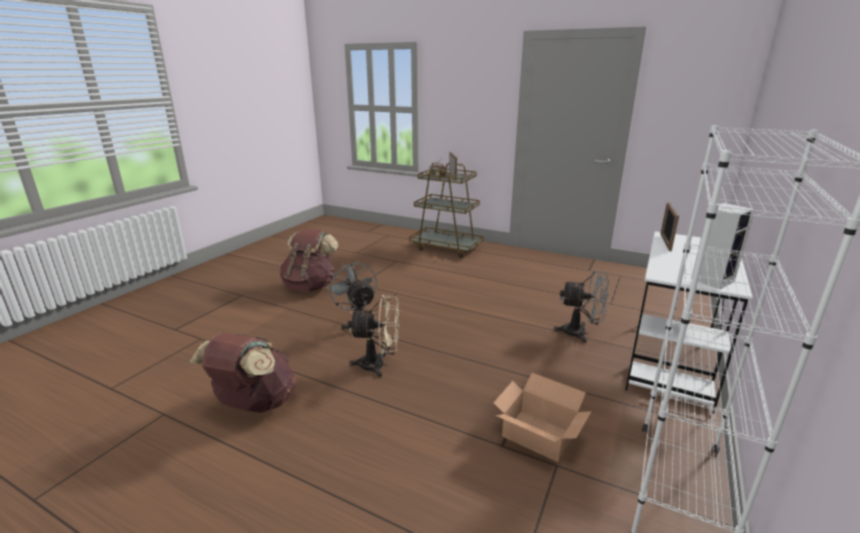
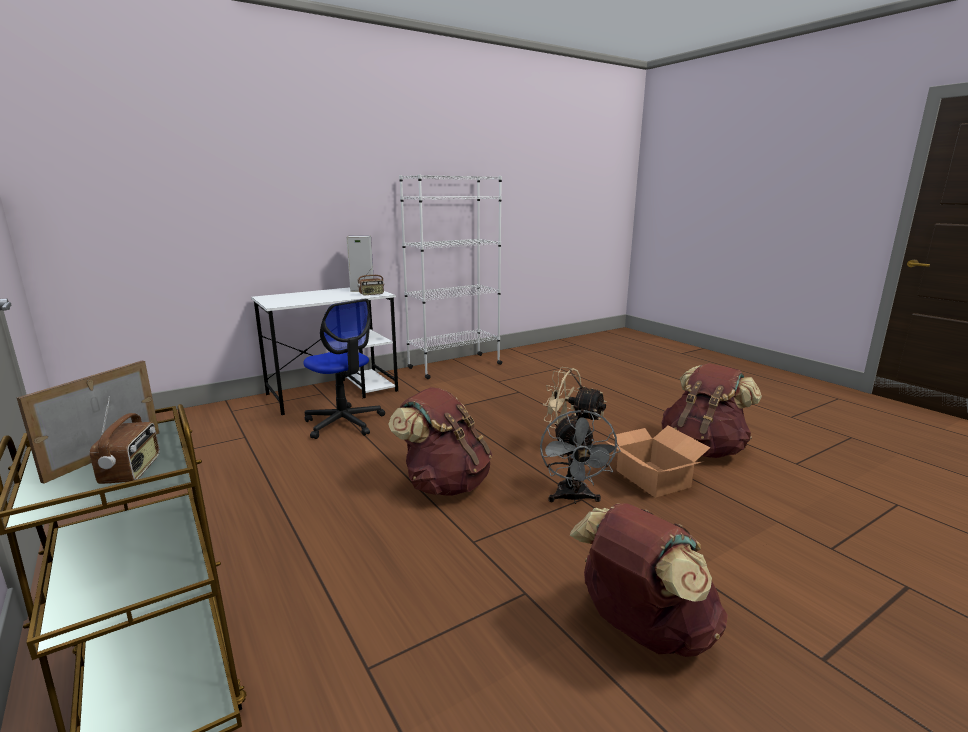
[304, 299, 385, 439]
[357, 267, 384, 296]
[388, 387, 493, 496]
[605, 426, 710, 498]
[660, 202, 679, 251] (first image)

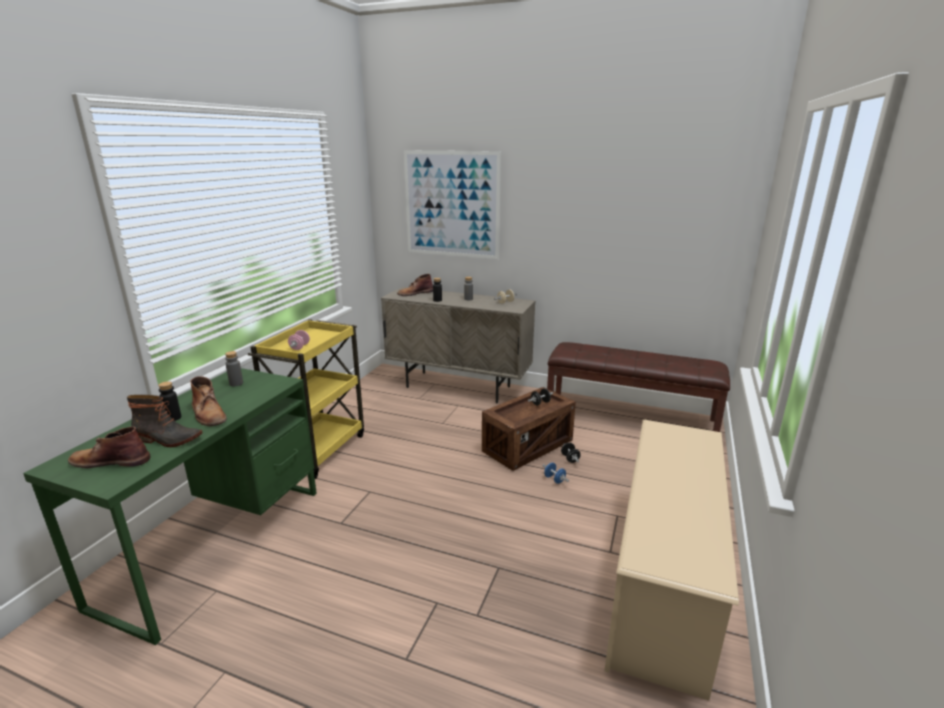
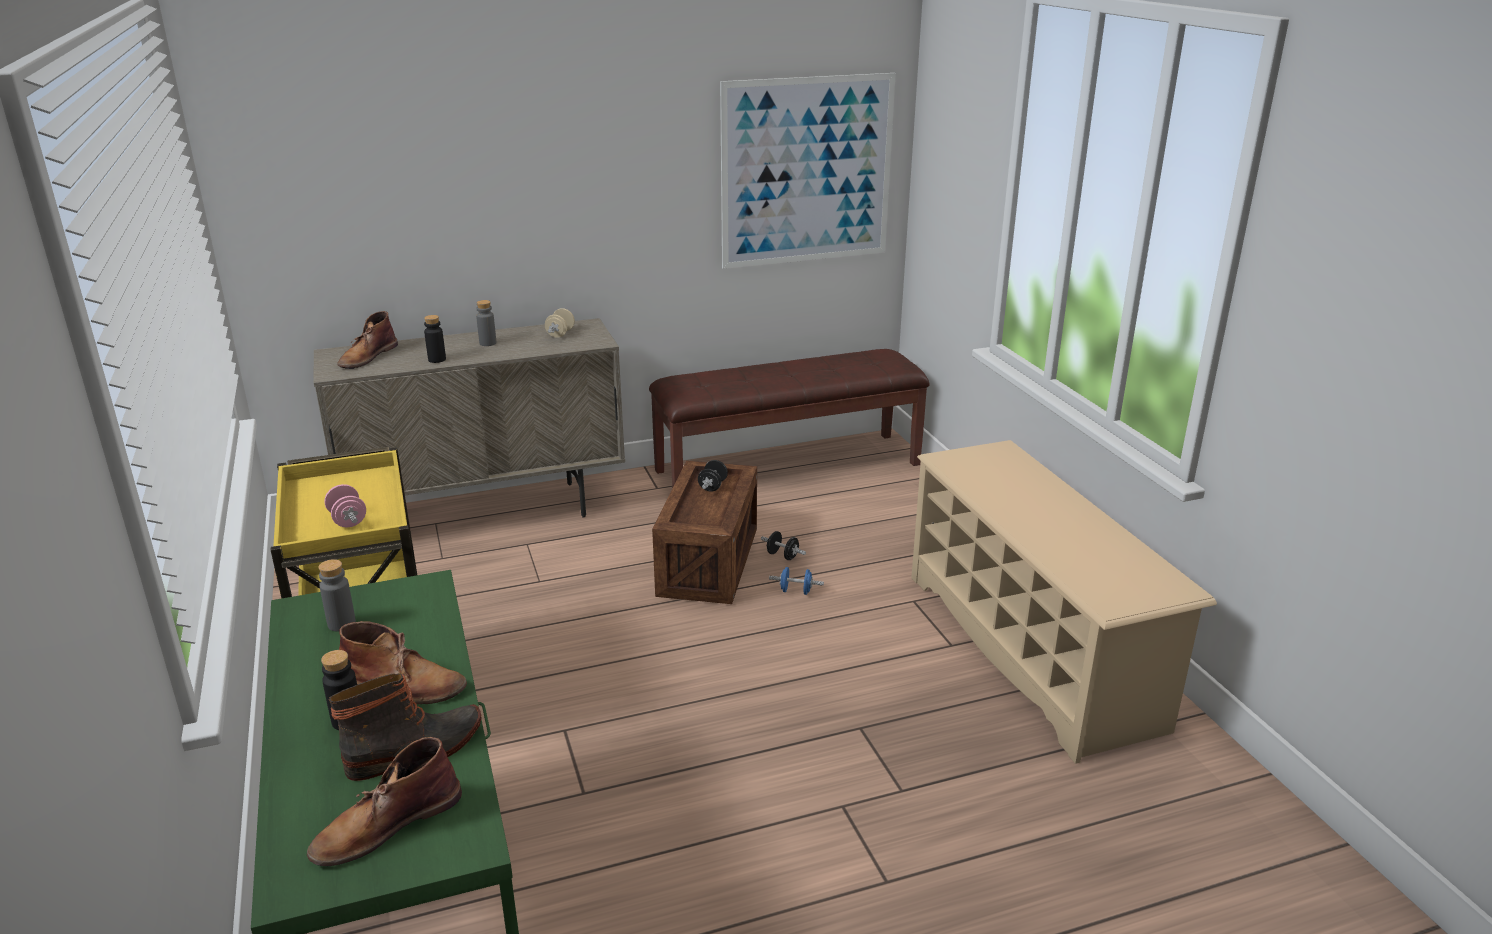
[720, 73, 896, 269]

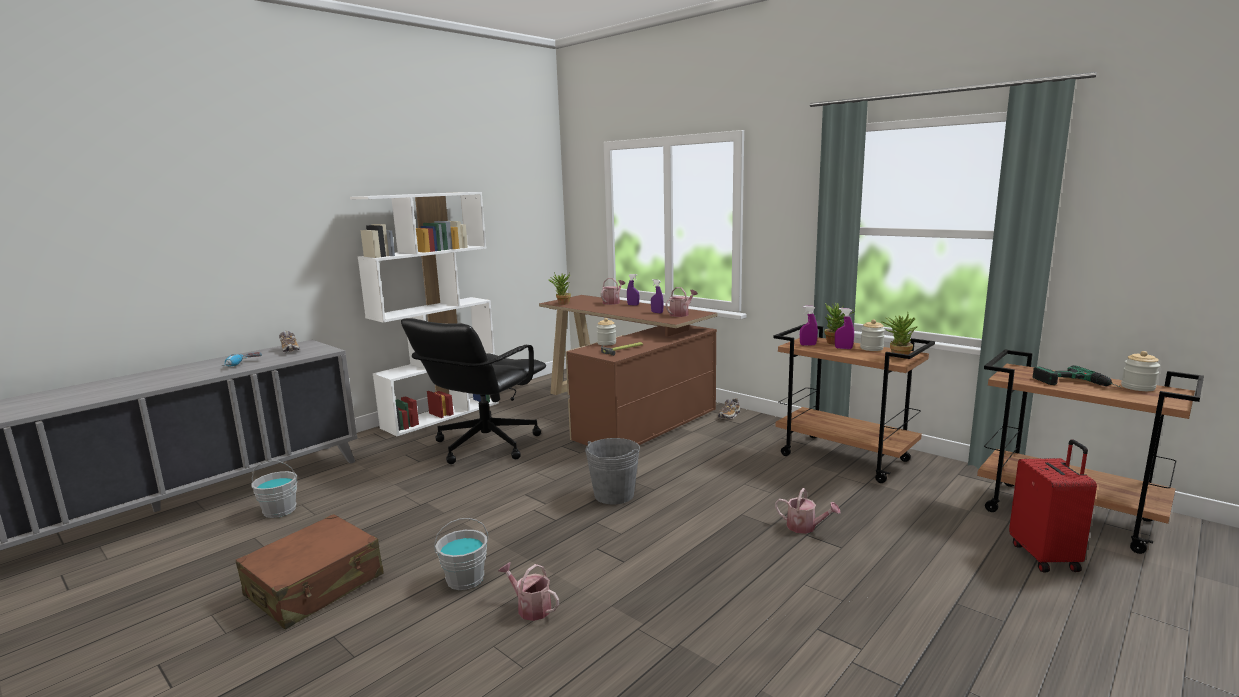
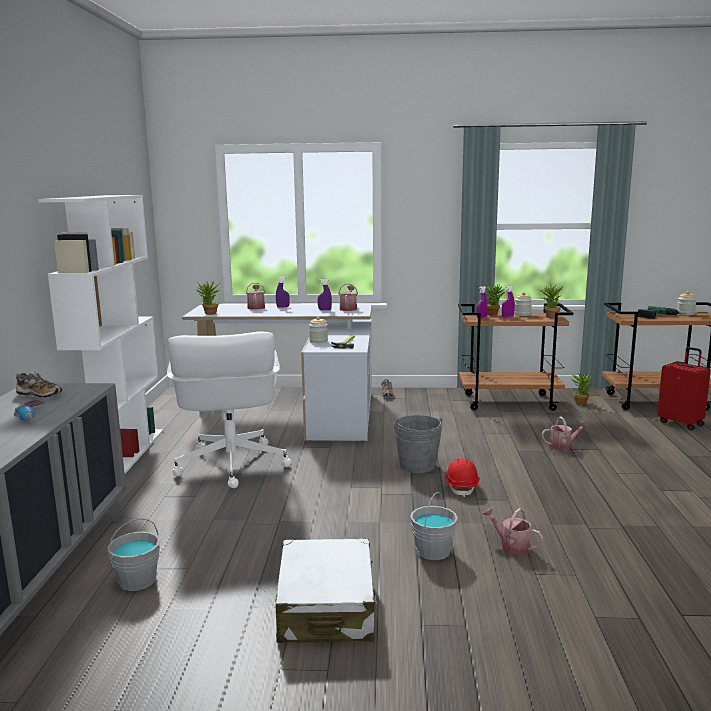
[167, 332, 291, 488]
[182, 304, 372, 441]
[276, 539, 378, 643]
[445, 458, 479, 497]
[482, 507, 543, 555]
[571, 373, 594, 404]

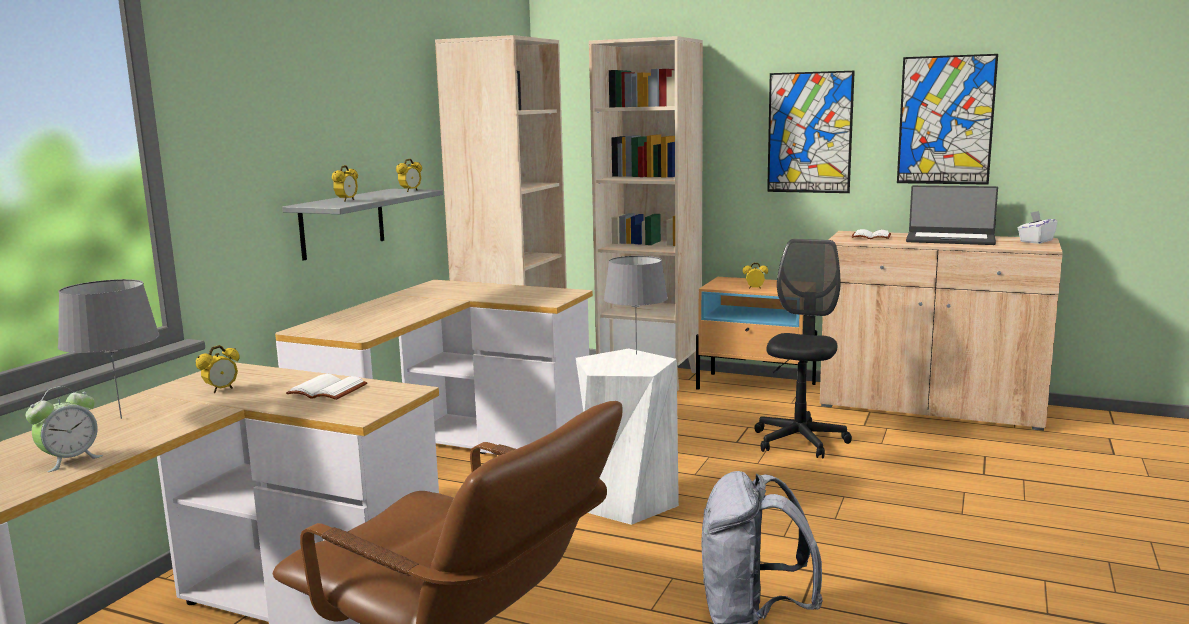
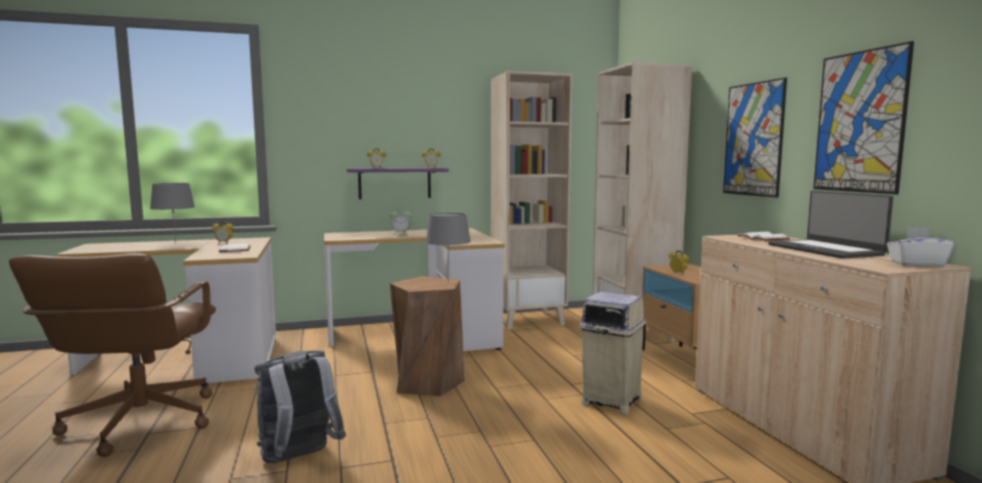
[346, 168, 449, 199]
[390, 211, 412, 235]
[390, 276, 465, 396]
[579, 292, 646, 415]

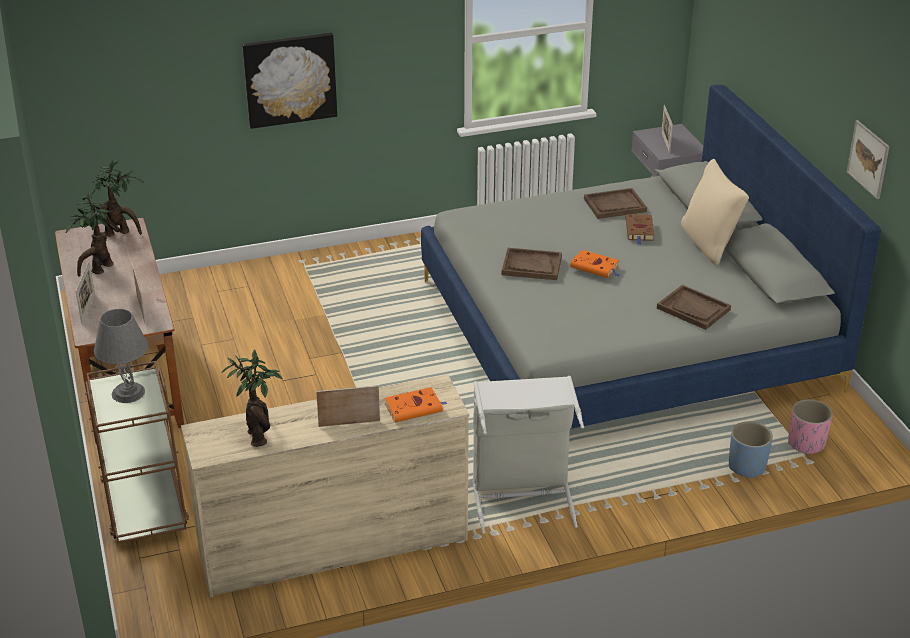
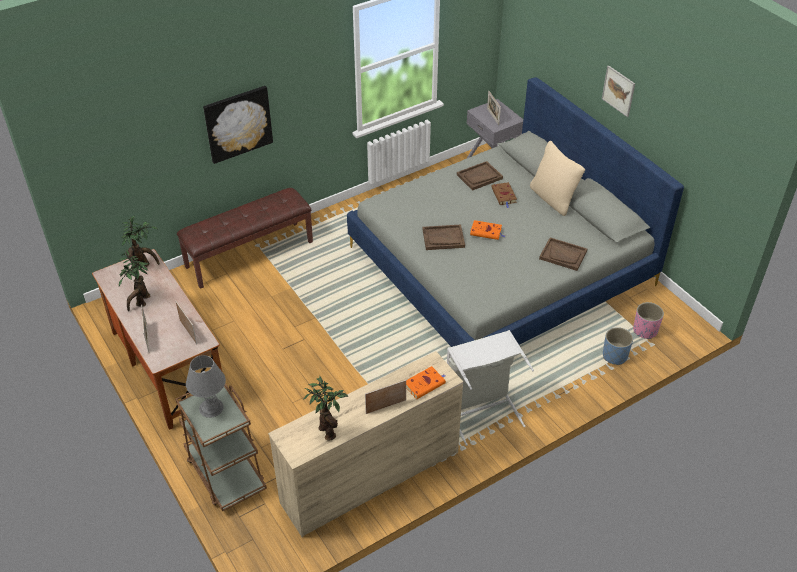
[177, 188, 313, 289]
[602, 66, 635, 117]

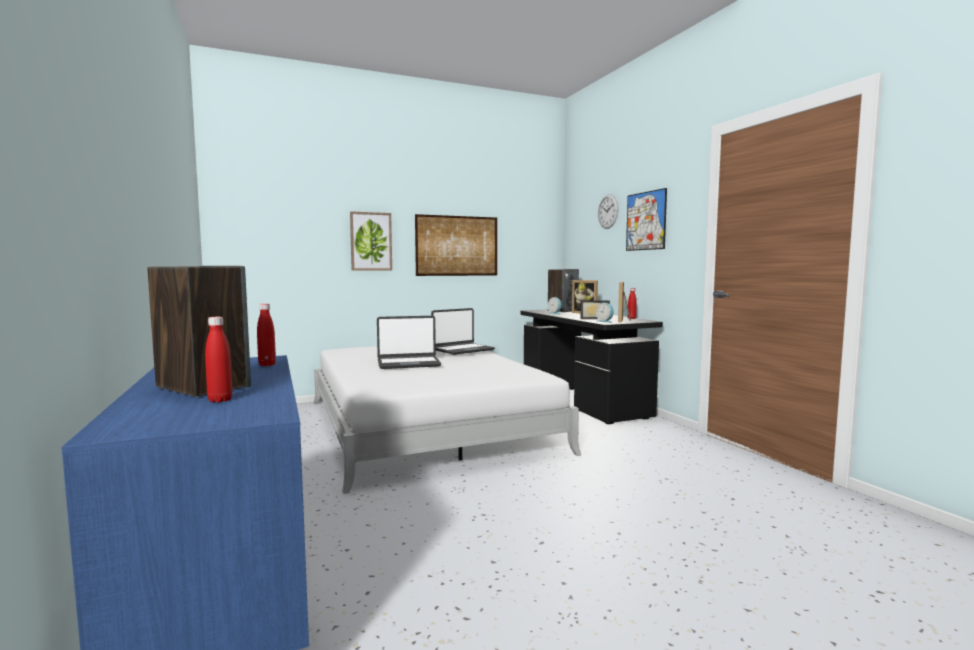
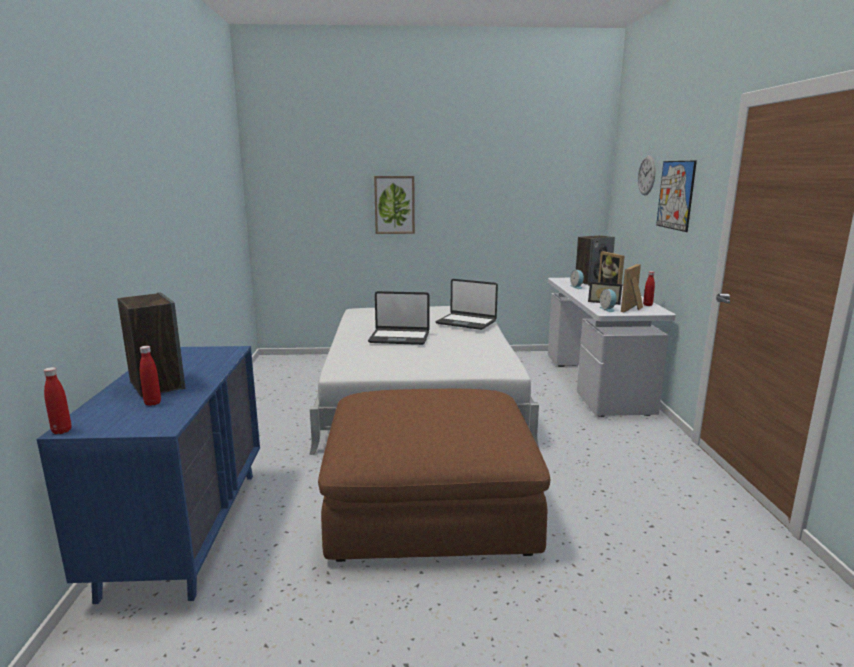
[43, 367, 71, 434]
[318, 388, 550, 562]
[436, 279, 498, 330]
[548, 278, 676, 417]
[415, 214, 497, 276] (first image)

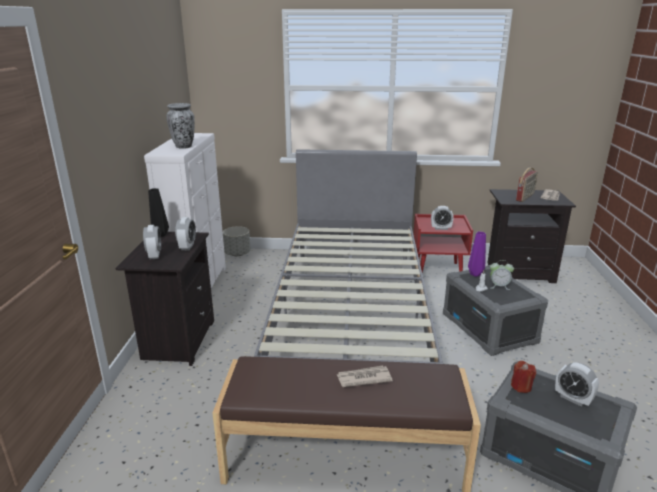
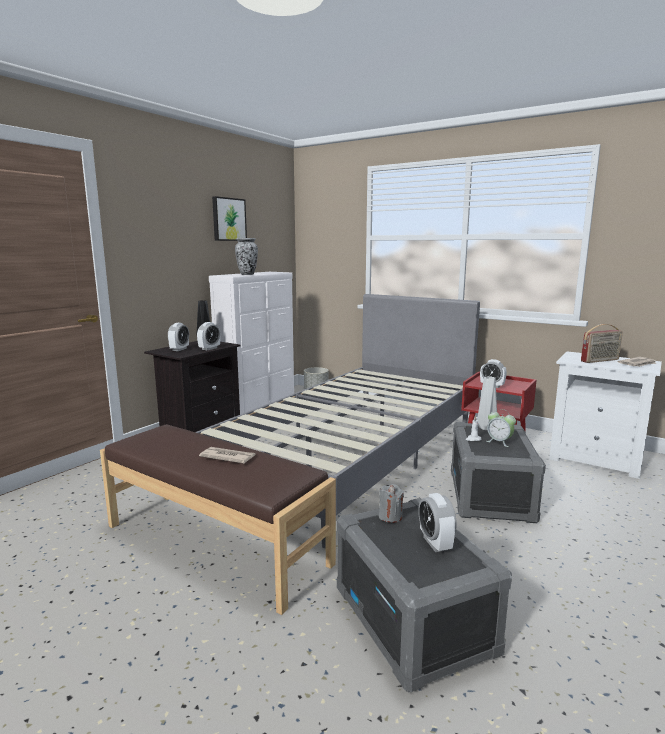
[212, 196, 247, 241]
[379, 484, 404, 523]
[477, 376, 497, 430]
[549, 351, 662, 479]

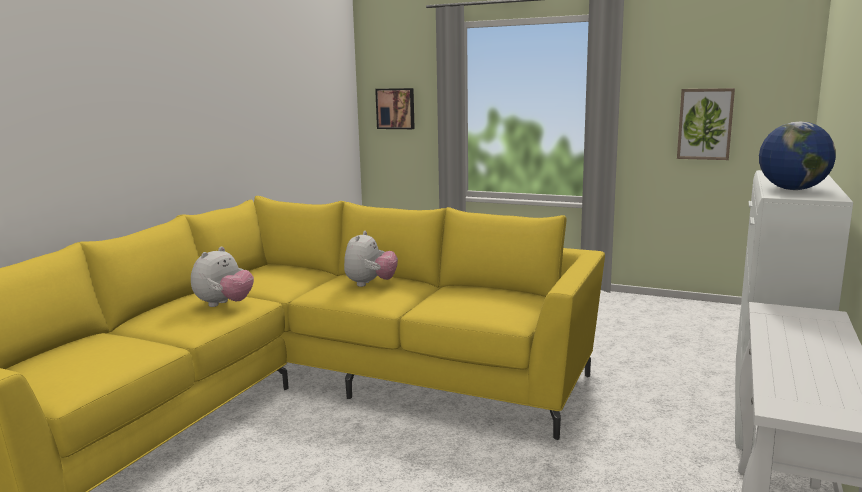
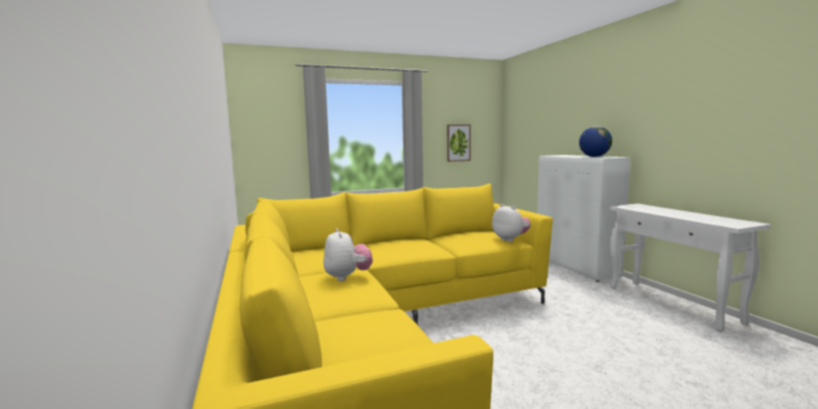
[492, 204, 531, 242]
[375, 88, 415, 129] (first image)

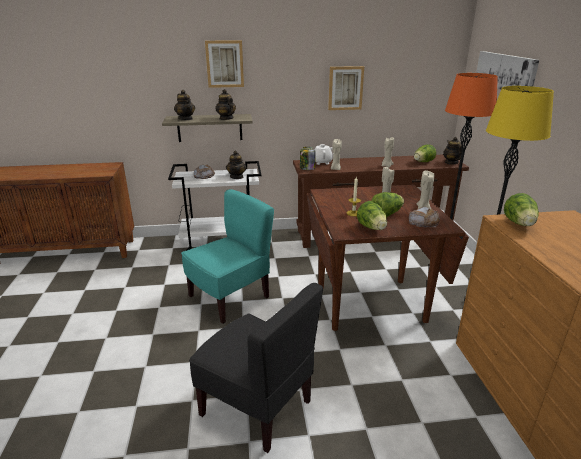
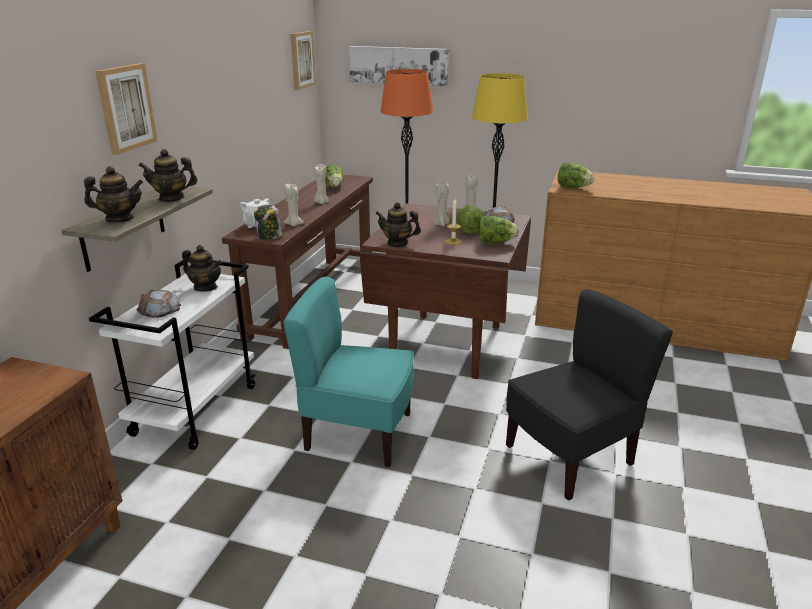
[283, 277, 414, 467]
[291, 31, 316, 90]
[375, 202, 421, 247]

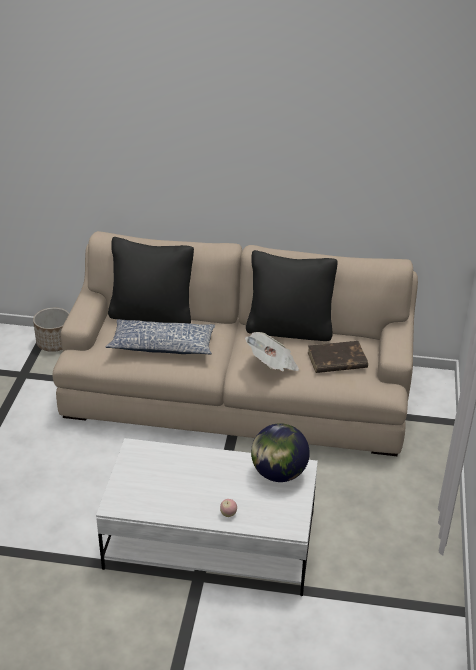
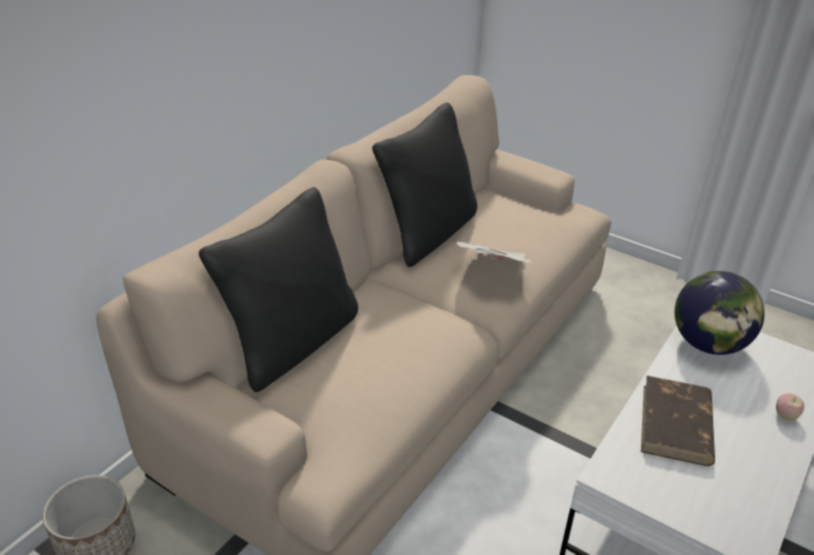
[641, 376, 715, 466]
[106, 319, 215, 355] (first image)

